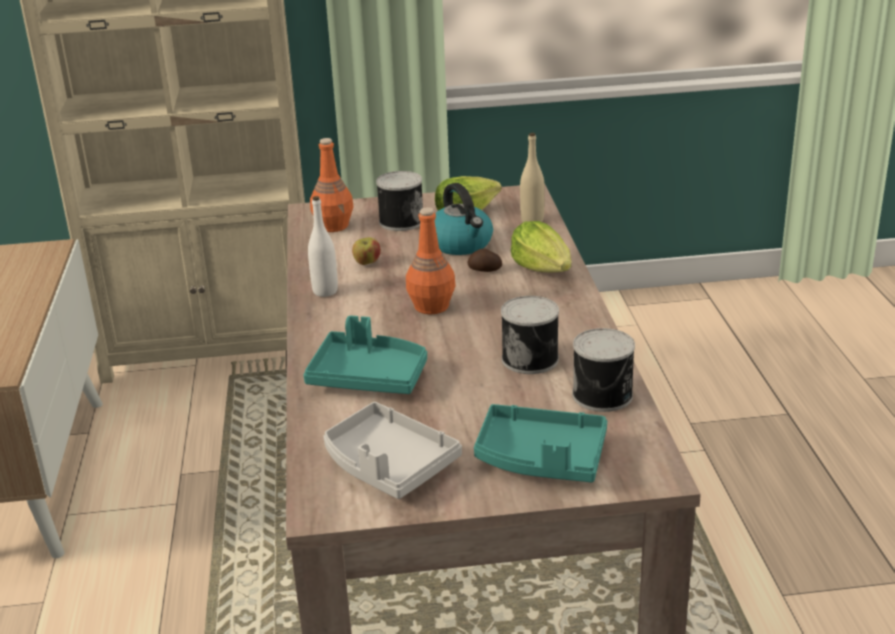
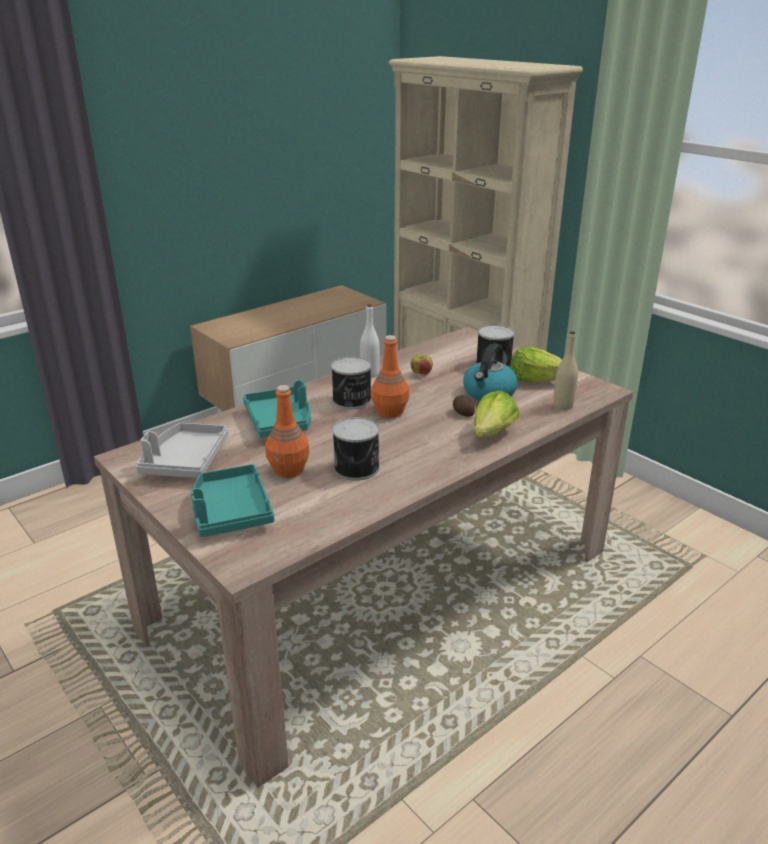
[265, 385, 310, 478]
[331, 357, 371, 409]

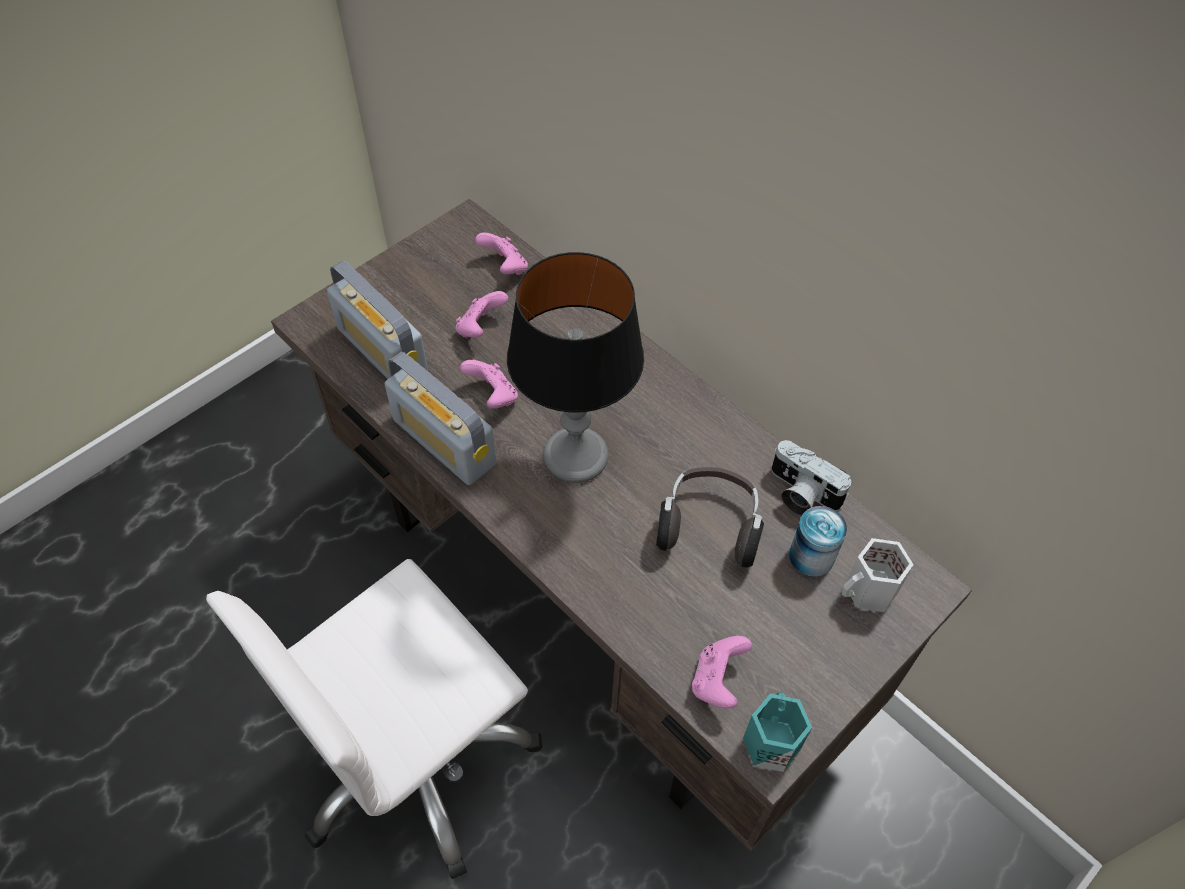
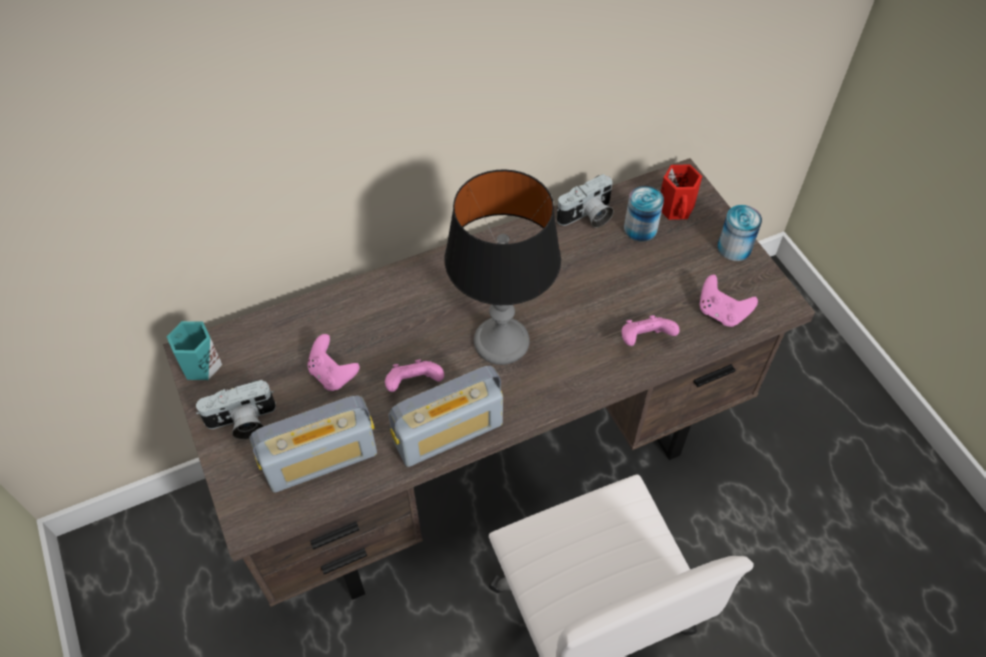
[167, 321, 222, 380]
[196, 380, 276, 439]
[622, 315, 680, 346]
[661, 164, 702, 220]
[718, 205, 762, 261]
[656, 467, 764, 568] (first image)

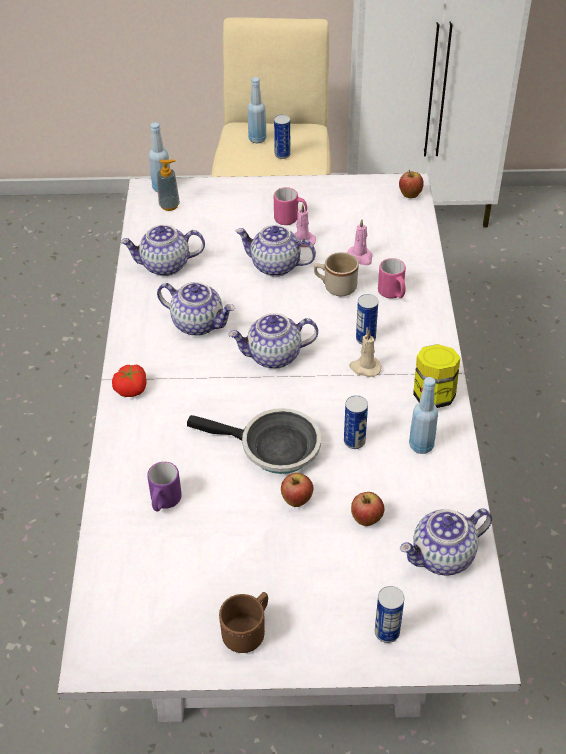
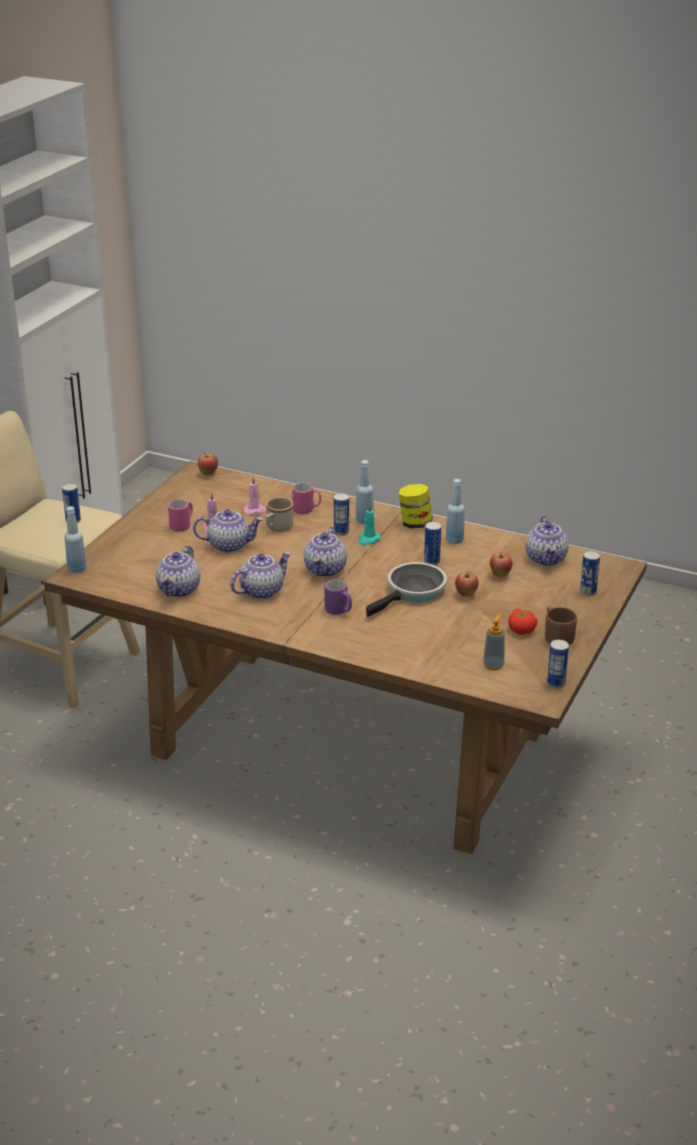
[44, 461, 647, 854]
[193, 509, 263, 553]
[324, 579, 352, 615]
[356, 460, 374, 524]
[359, 504, 381, 545]
[483, 614, 505, 671]
[508, 609, 538, 635]
[547, 639, 569, 689]

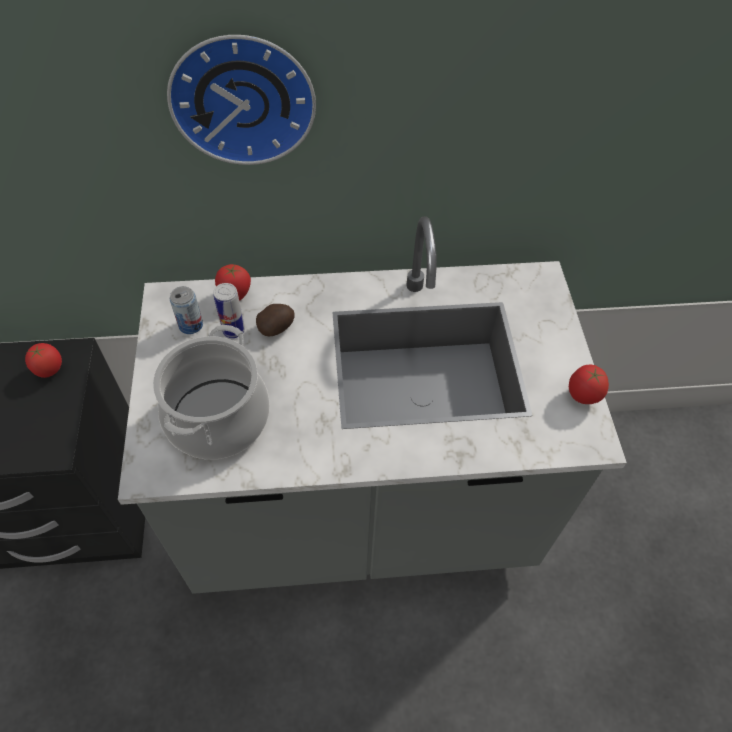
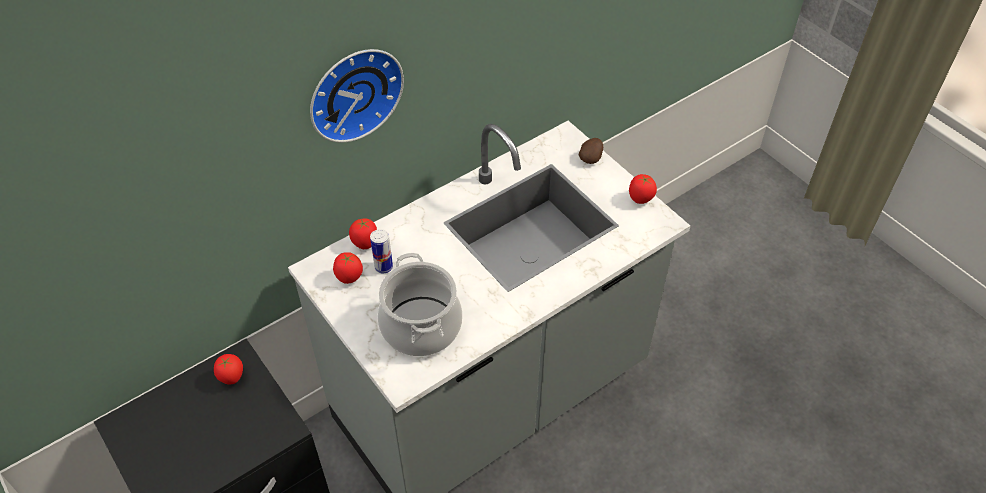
[333, 252, 363, 284]
[578, 138, 603, 164]

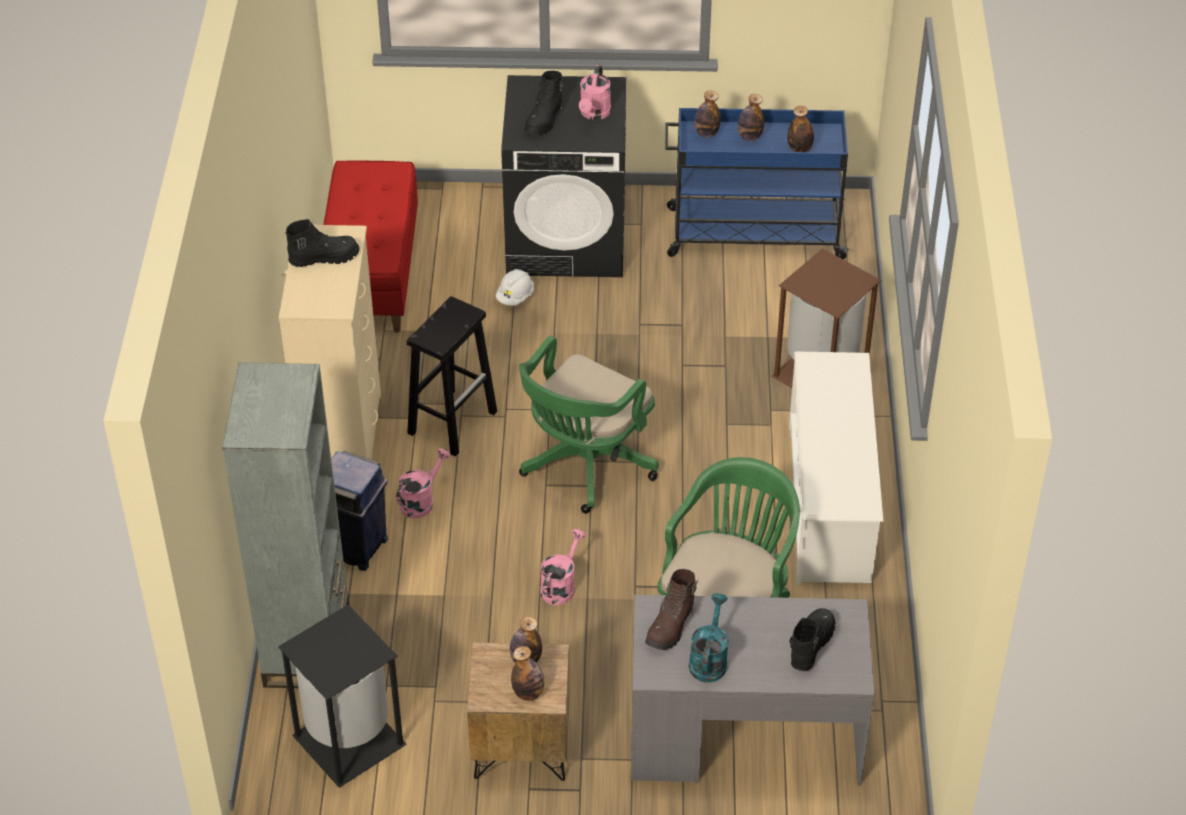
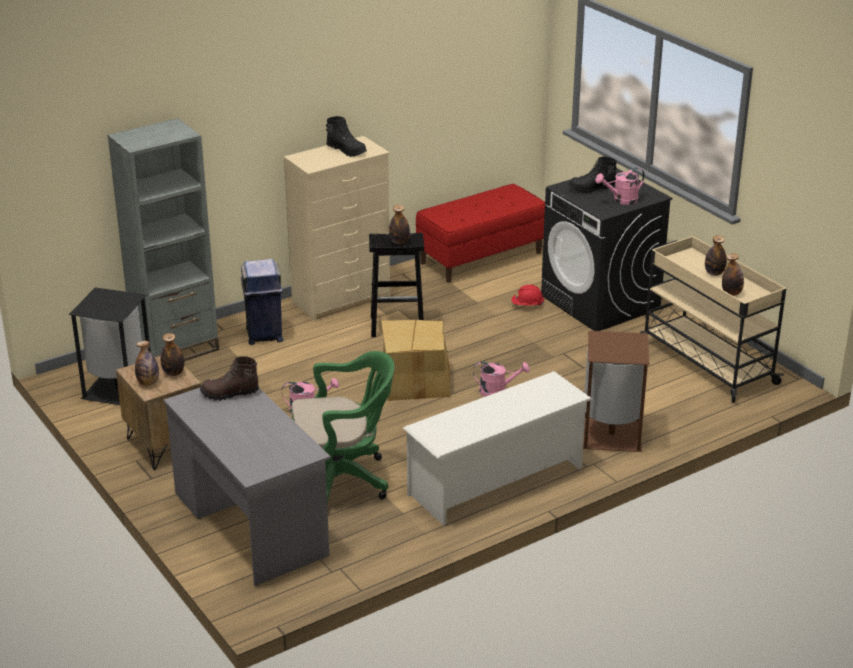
[381, 320, 451, 401]
[389, 205, 410, 244]
[473, 362, 530, 397]
[512, 285, 544, 306]
[640, 236, 786, 403]
[689, 593, 729, 683] (first image)
[790, 608, 836, 671] (first image)

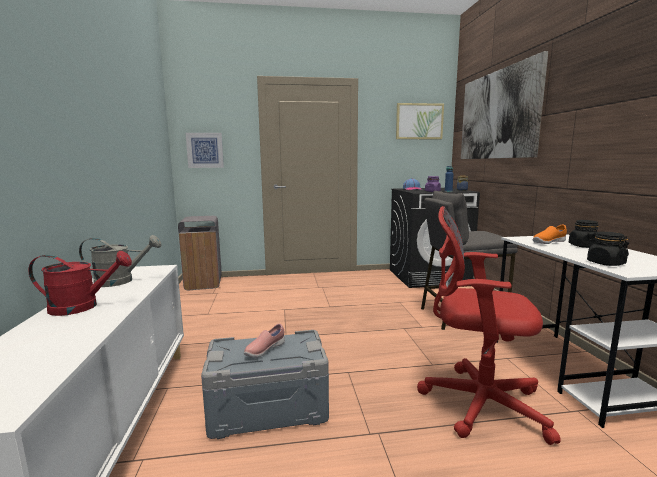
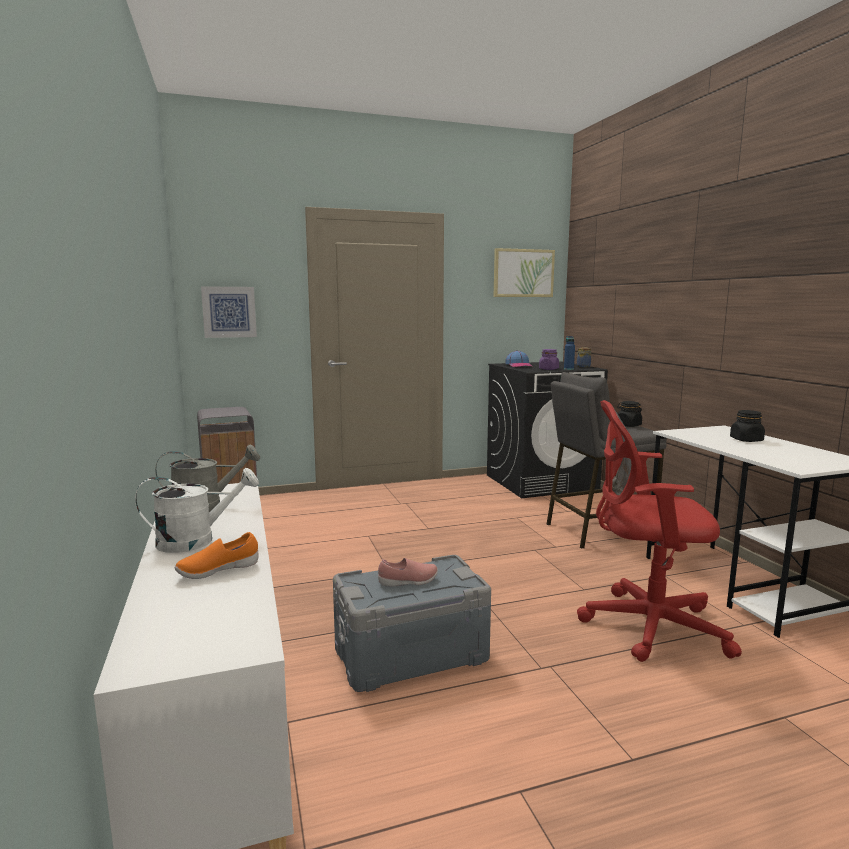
[135, 468, 259, 553]
[175, 532, 259, 579]
[378, 558, 438, 587]
[617, 401, 642, 427]
[461, 51, 548, 159] (first image)

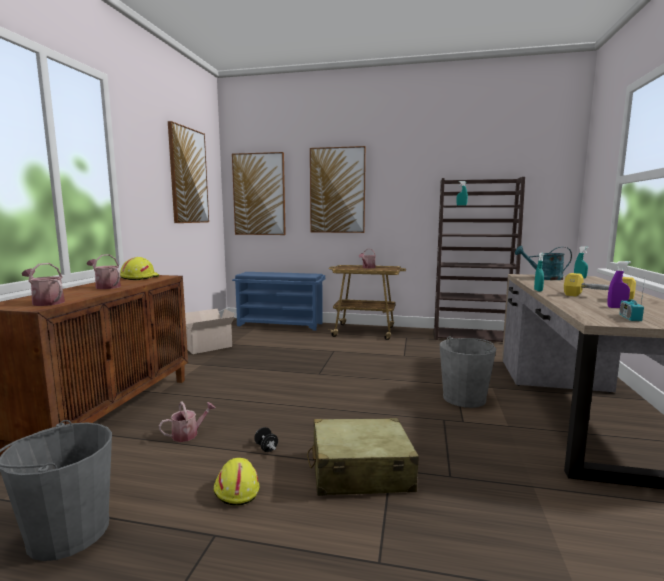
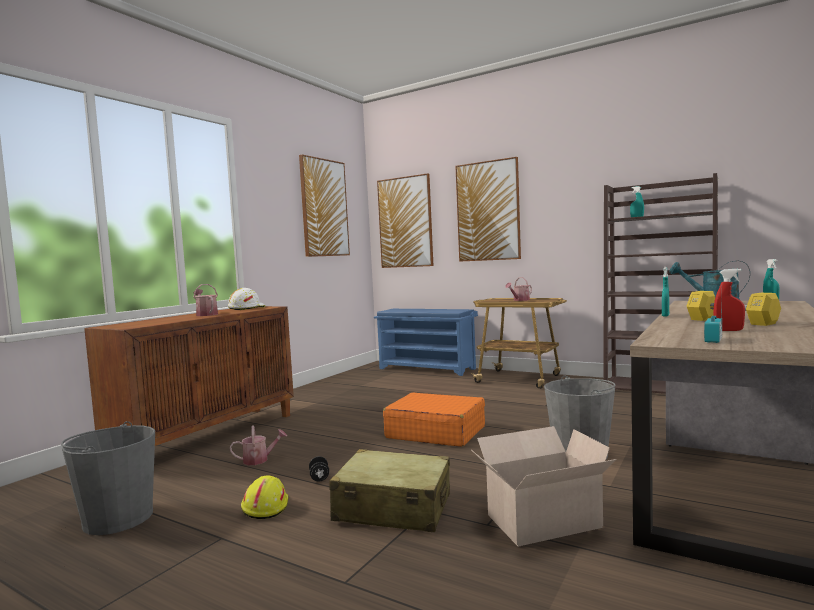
[228, 288, 265, 310]
[383, 392, 485, 447]
[471, 426, 617, 547]
[713, 269, 745, 331]
[22, 263, 65, 306] (first image)

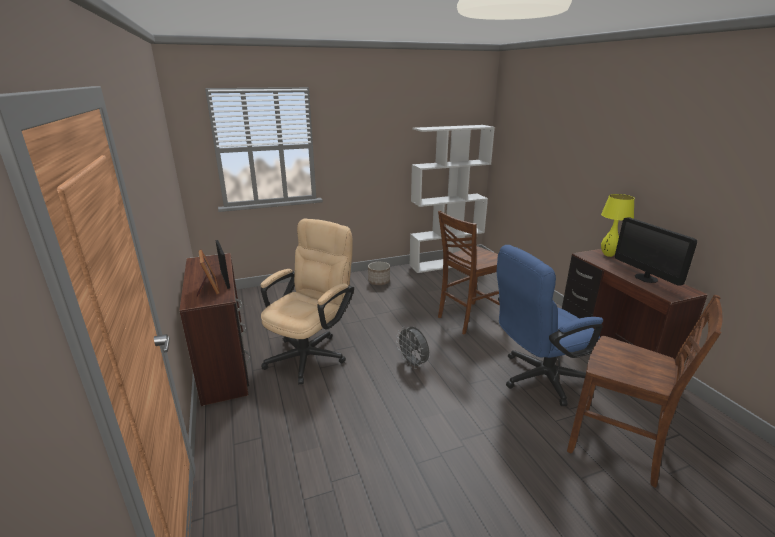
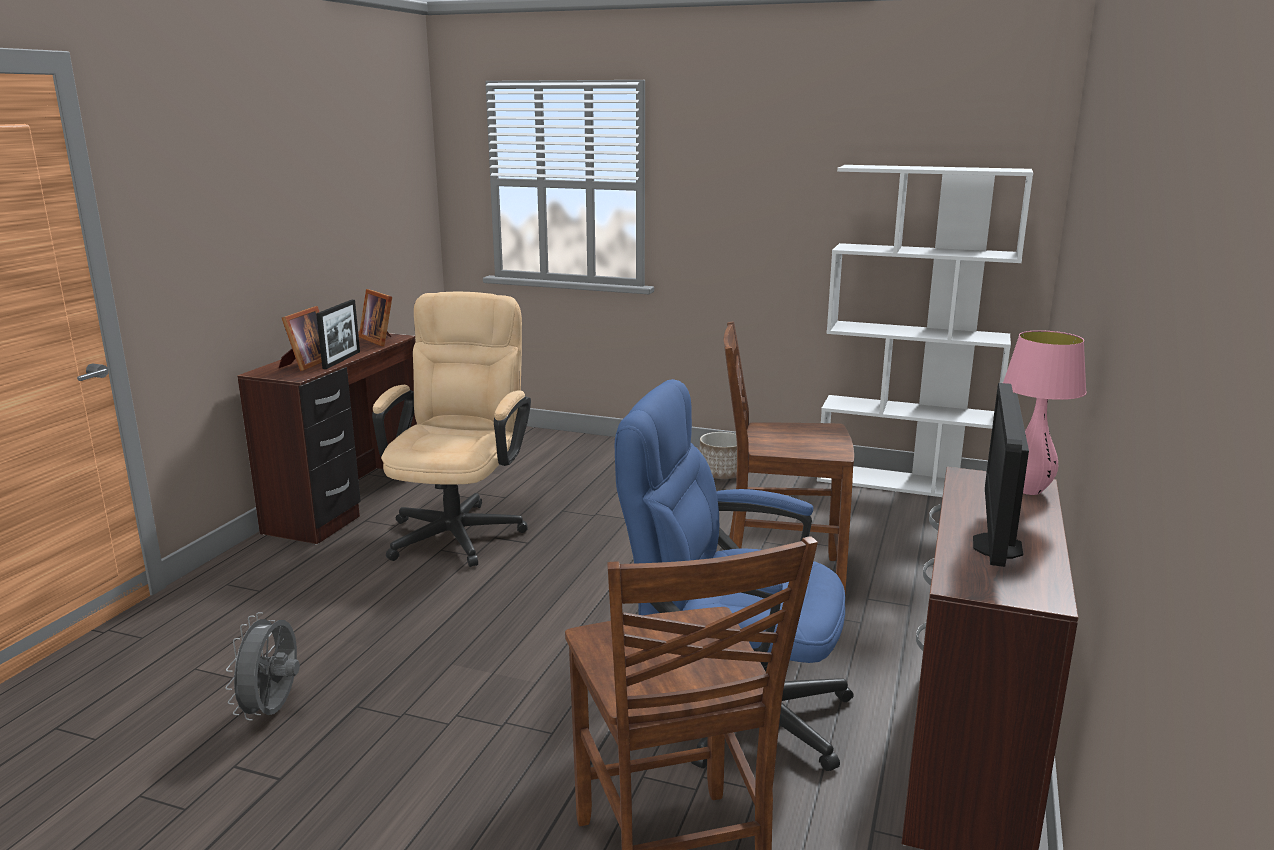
[226, 612, 300, 721]
[359, 289, 392, 346]
[372, 292, 531, 567]
[1003, 330, 1087, 495]

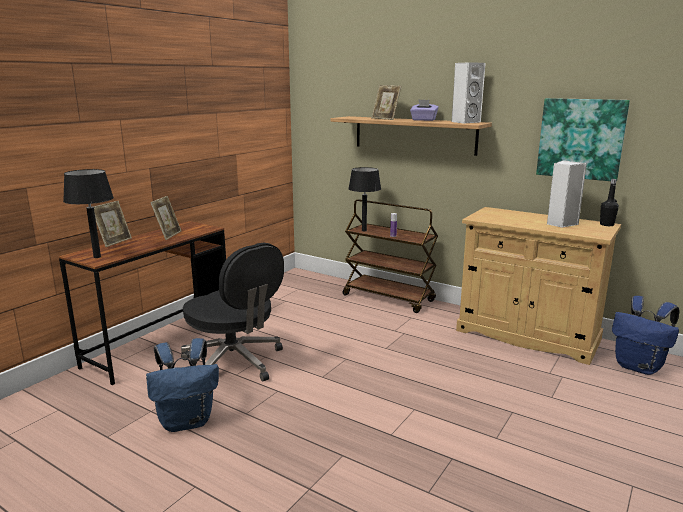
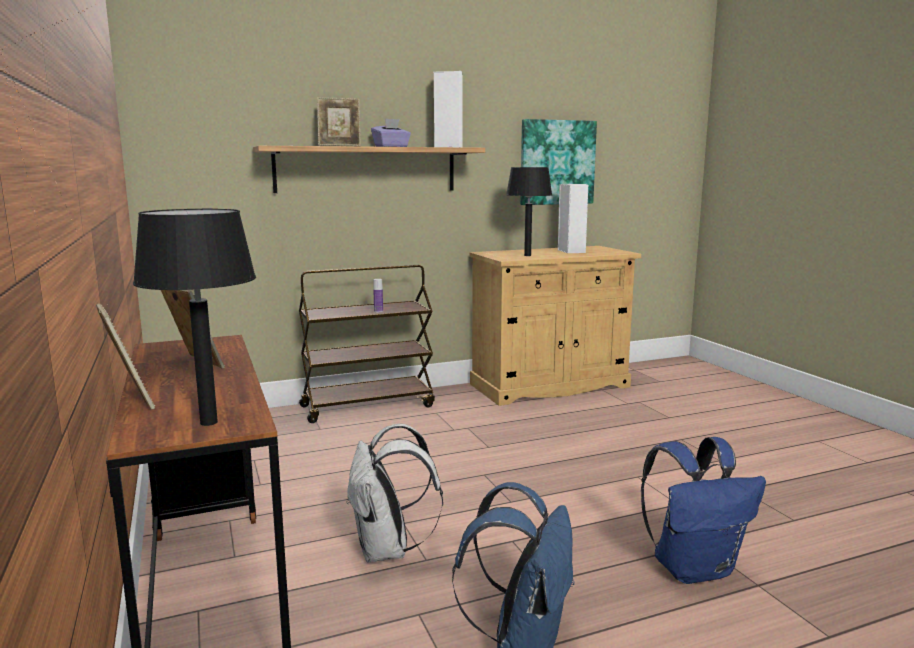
[346, 423, 443, 563]
[506, 167, 552, 256]
[641, 437, 766, 584]
[600, 179, 619, 226] (first image)

